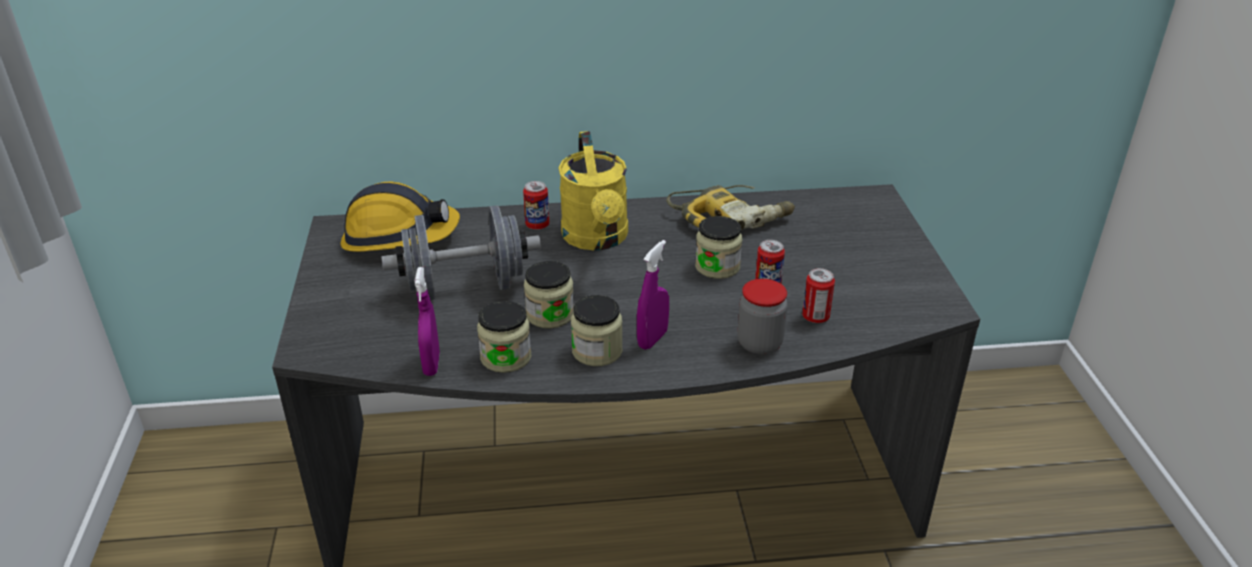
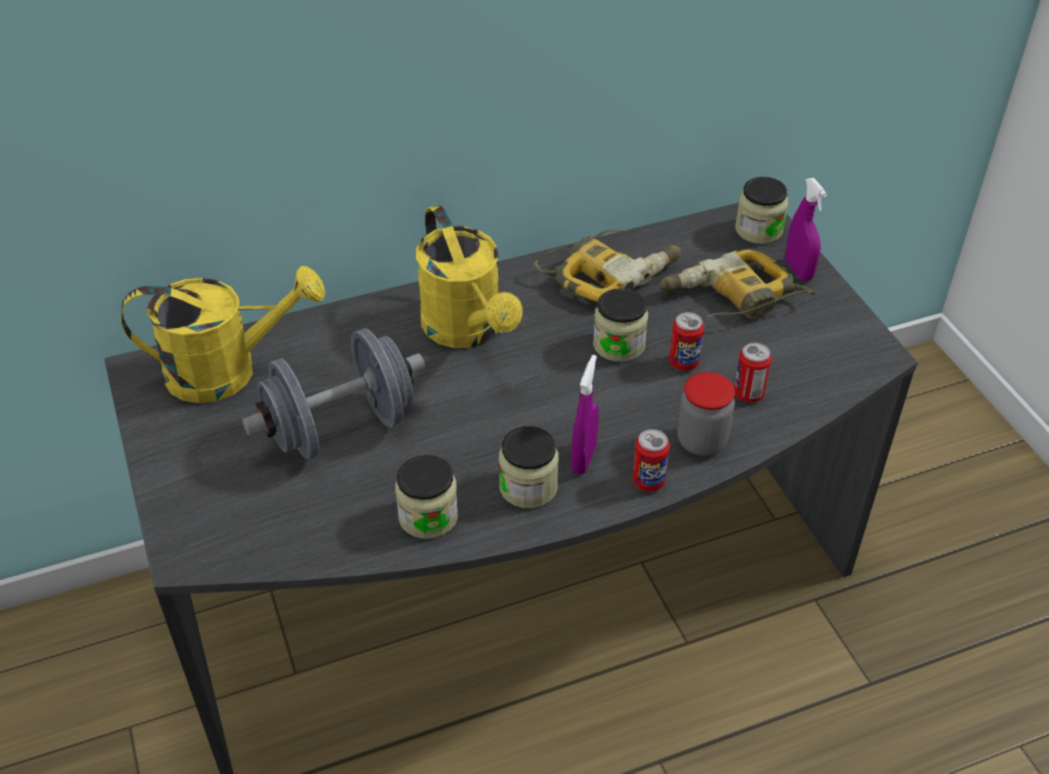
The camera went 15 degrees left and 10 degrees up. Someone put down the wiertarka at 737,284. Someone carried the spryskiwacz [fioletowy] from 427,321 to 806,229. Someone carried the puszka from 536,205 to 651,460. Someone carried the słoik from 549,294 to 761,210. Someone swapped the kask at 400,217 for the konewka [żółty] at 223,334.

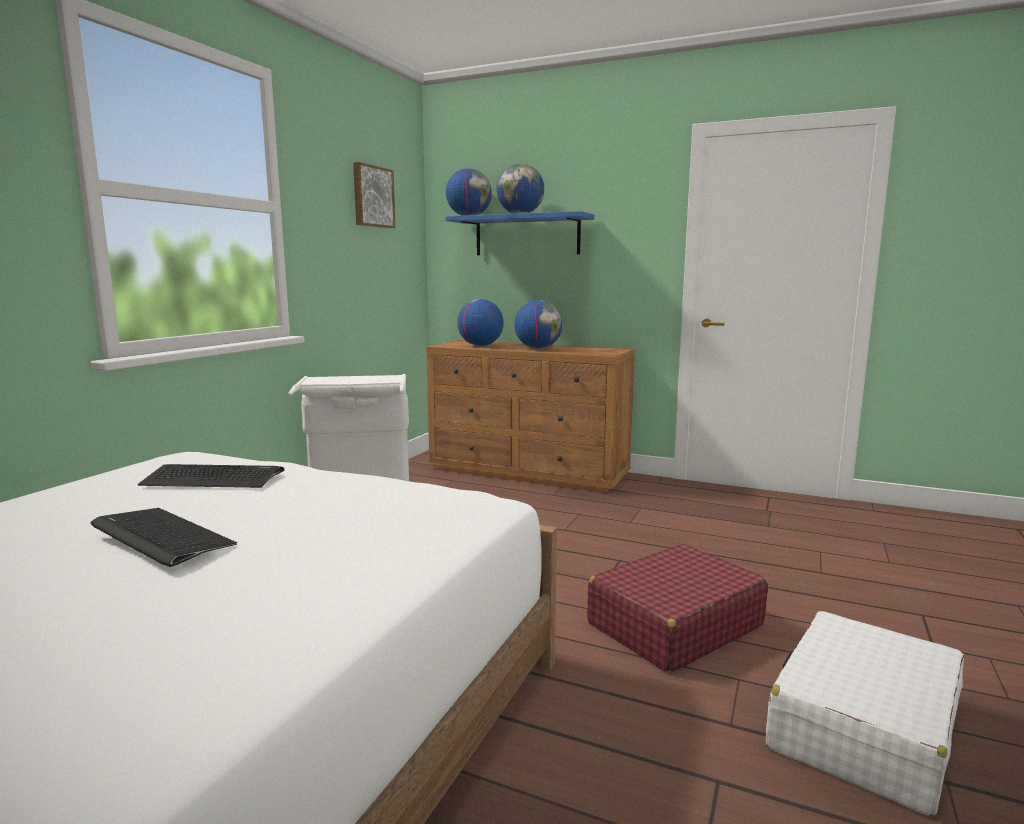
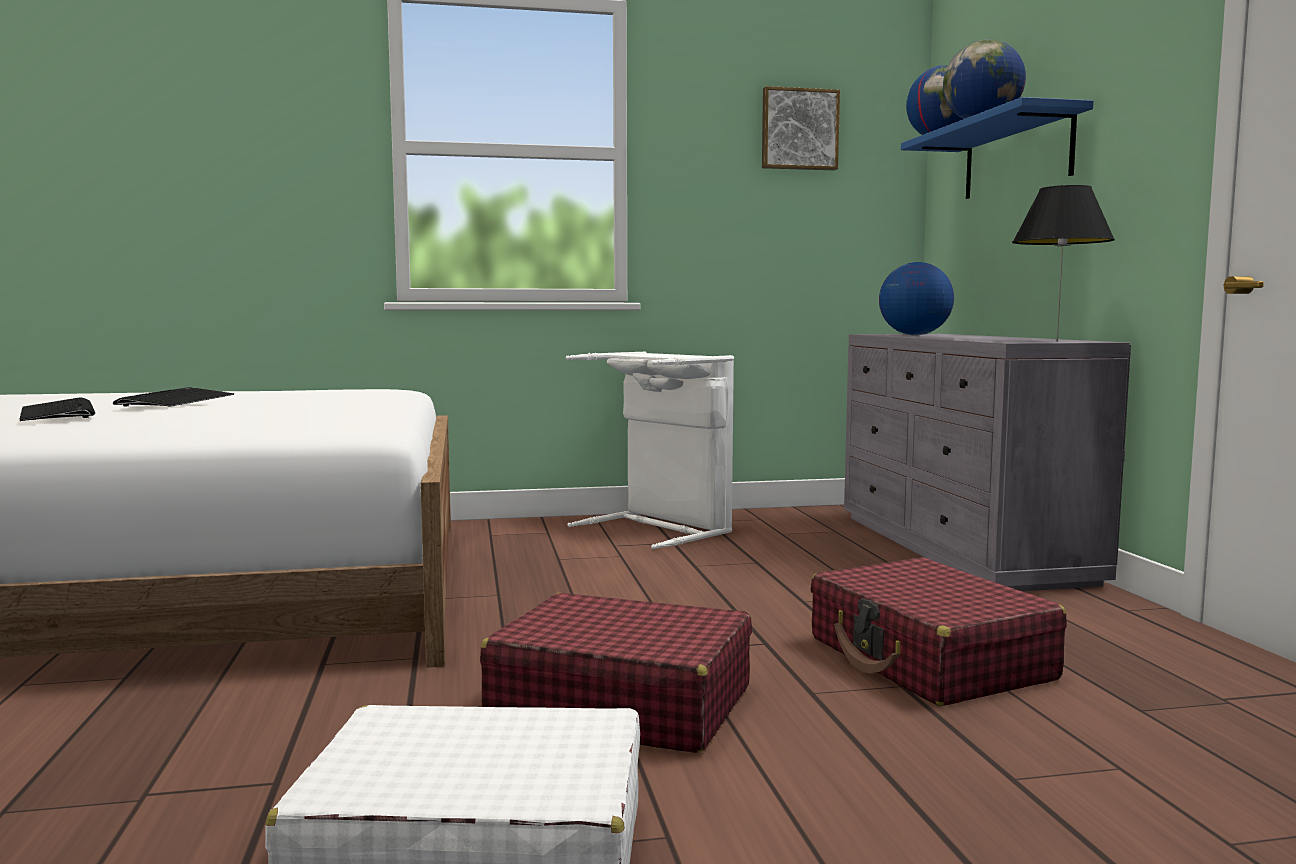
The camera went 55 degrees right and 5 degrees down. Someone took away the globus at 538,324. Someone put down the walizka [czerwony] at 939,631. Someone put down the lampa stołowa [czarny] at 1063,263. Someone carried the klawiatura from 211,476 to 57,409. Someone repainted the komoda [brązowy] at 530,416, which became the komoda [szary] at 987,462.

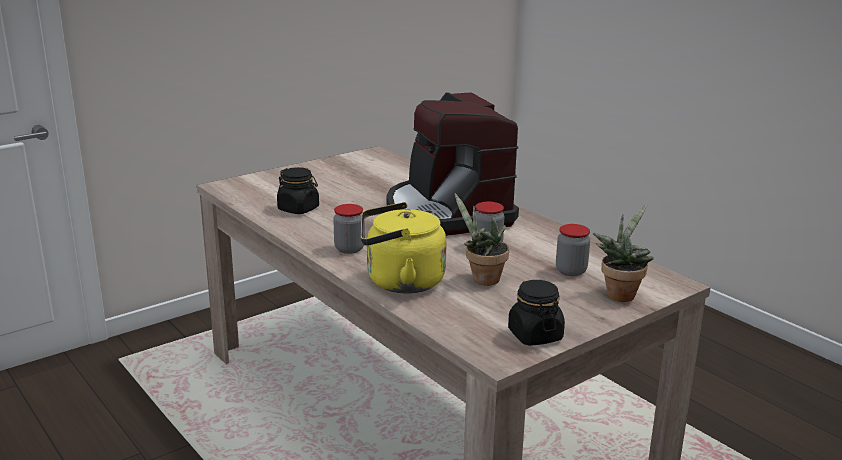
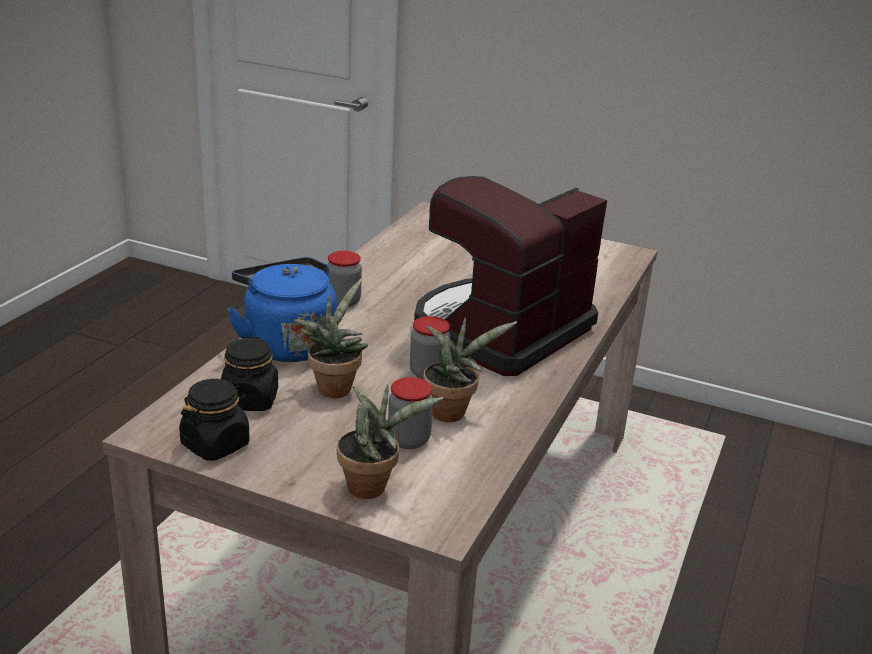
The camera went 60 degrees right and 5 degrees up. Someone put down the roślina doniczkowa at 470,369. Someone carried the słoik [czarny] from 298,190 to 249,373. Someone repainted the czajnik [żółty] at 404,247, which became the czajnik [niebieski] at 282,309.

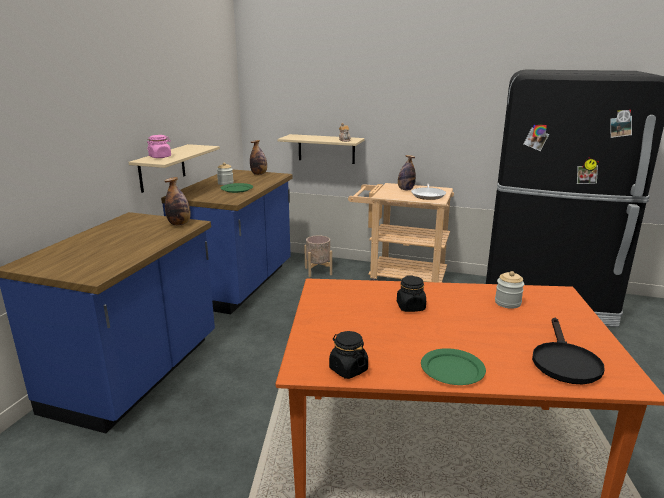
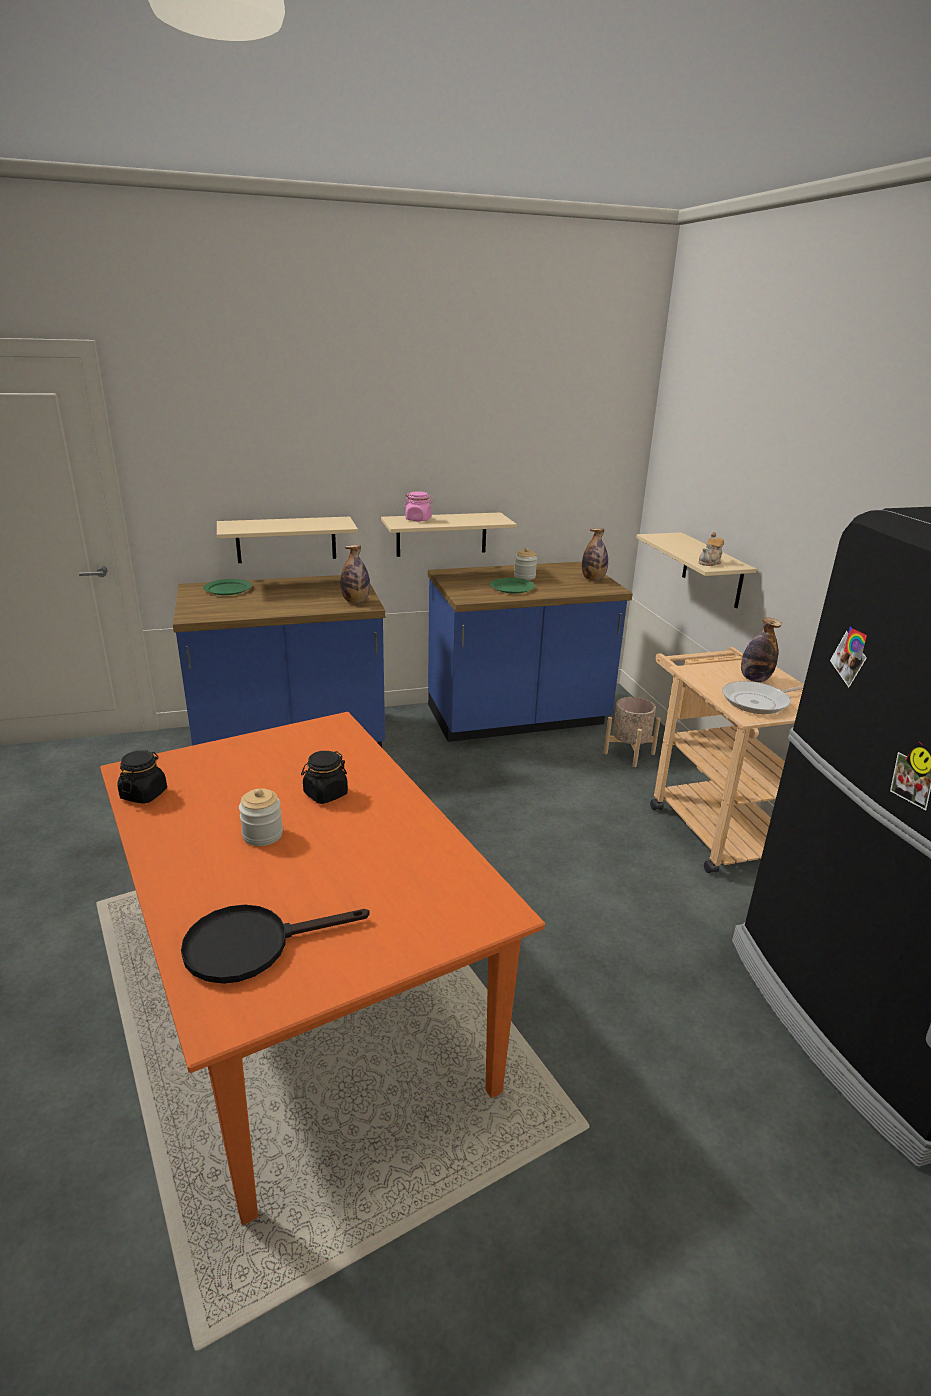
The camera went 55 degrees right and 5 degrees up. Someone put up the półka [beżowy] at 287,540. Someone carried the talerz [zielony] from 453,366 to 227,587. Someone carried the słoik from 509,290 to 261,817.

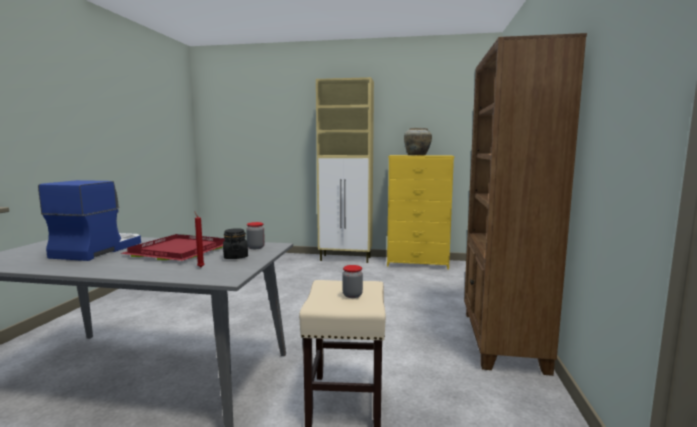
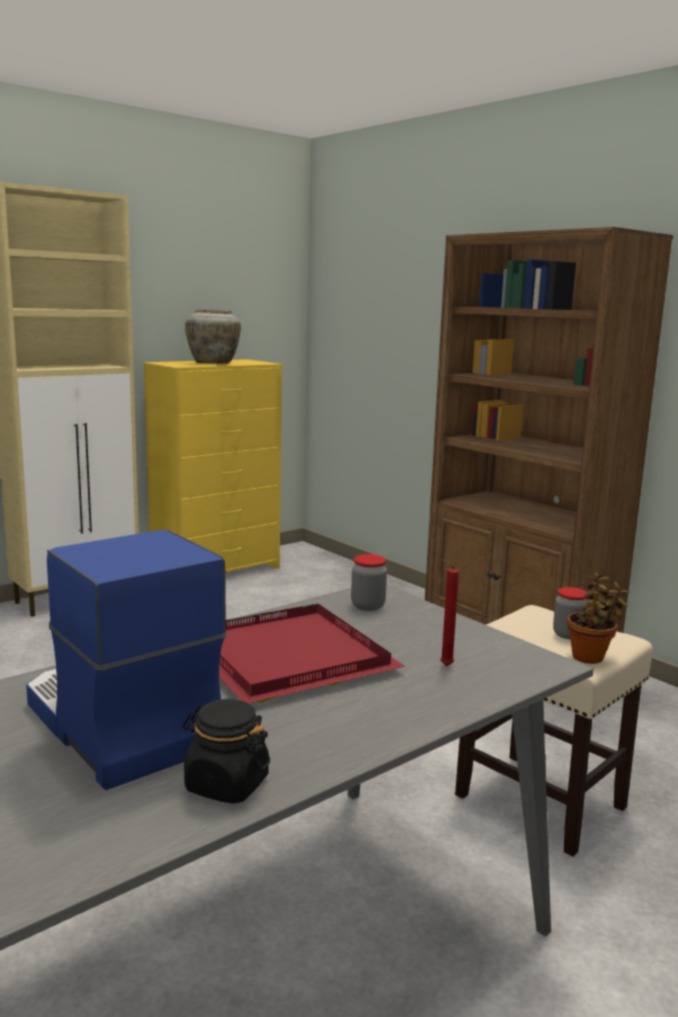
The camera went 50 degrees left and 5 degrees up. Someone put down the roślina doniczkowa at 598,618. Someone carried the słoik [czarny] from 235,243 to 226,751.

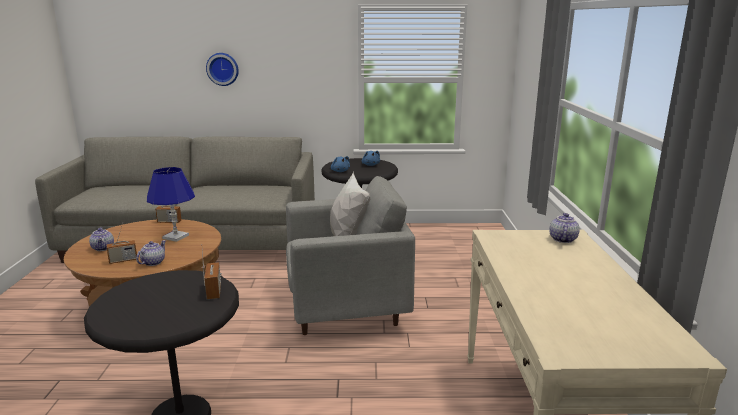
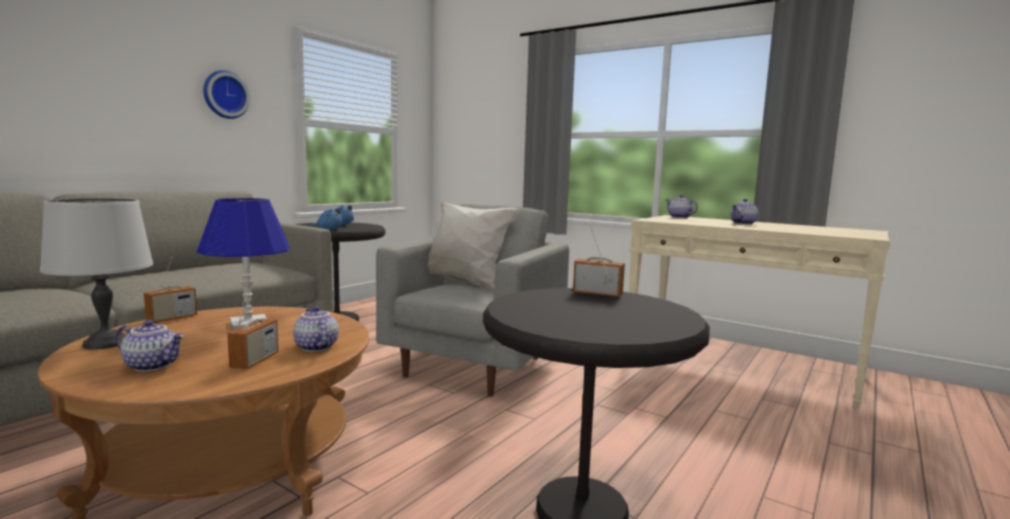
The camera went 55 degrees left and 10 degrees down. Someone put down the lampa stołowa [szary] at 96,274. Someone put down the imbryk at 744,212. Someone carried the zegar ścienny from 222,69 to 226,94.

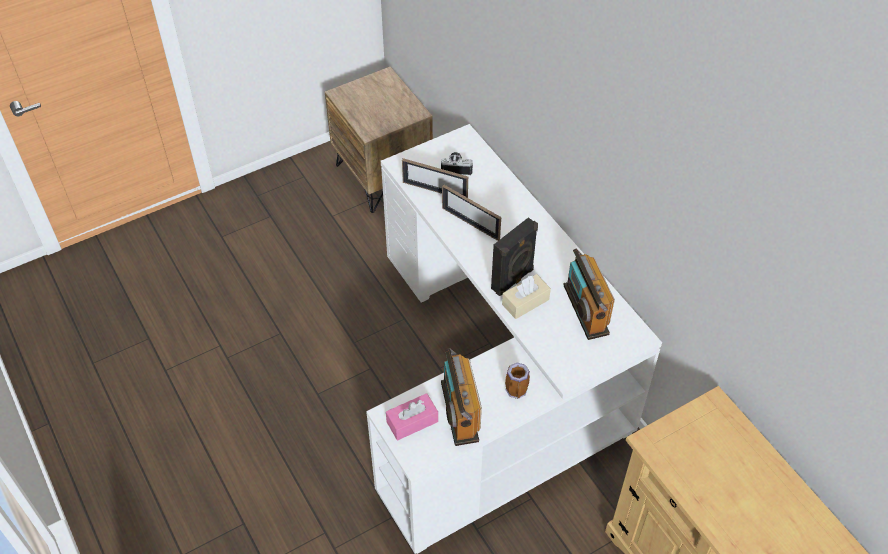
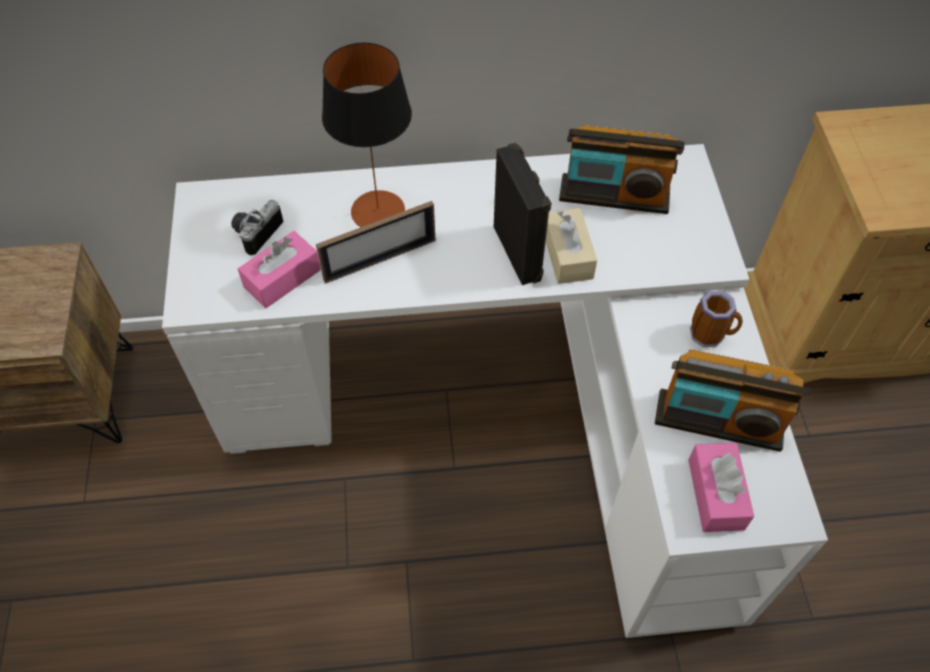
The camera went 65 degrees left and 5 degrees up. Someone put down the lampa stołowa at 367,135. Someone swapped the ramka na zdjęcie at 435,178 for the pudełko chusteczek [różowy] at 279,269.

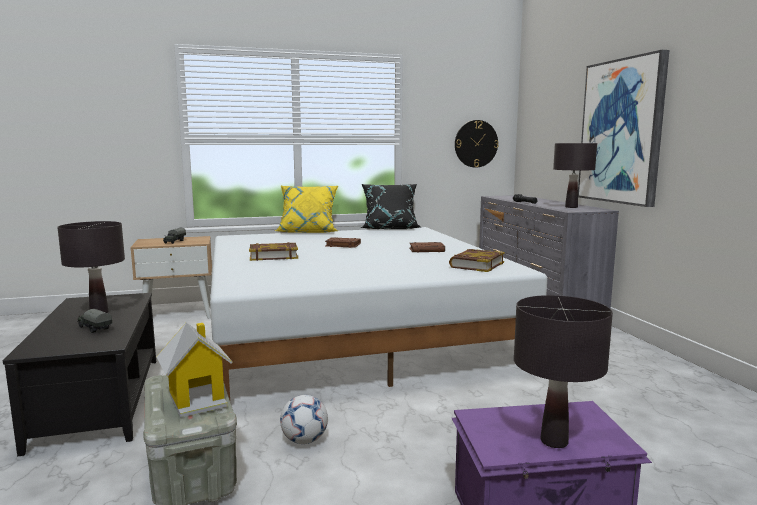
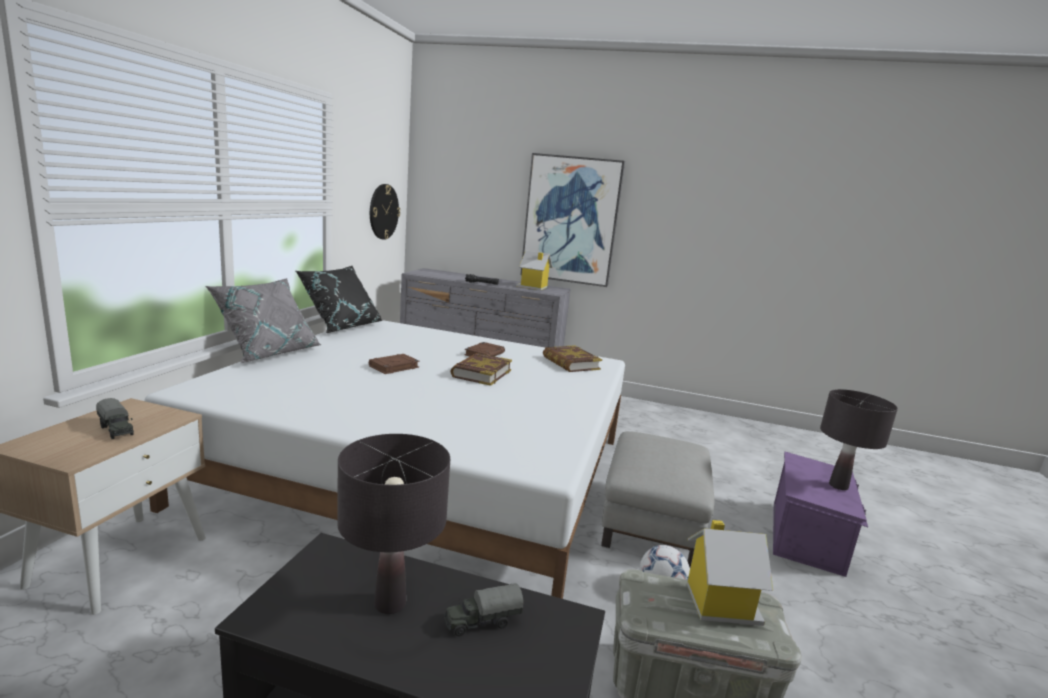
The camera went 60 degrees left and 5 degrees up. Someone put down the pufa [szary] at 658,499. Someone carried the książka from 273,251 to 481,369. Someone swapped the lampa stołowa [czarny] at 575,175 for the domek at 534,270. Someone repainted the poduszka [żółty] at 306,209, which became the poduszka [szary] at 263,320.

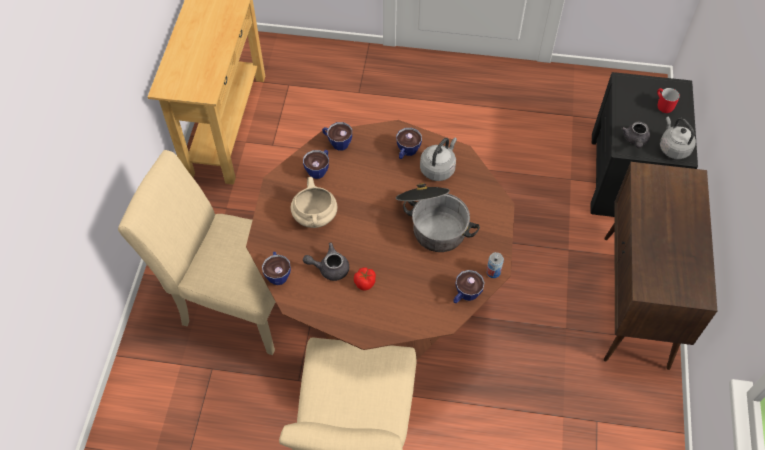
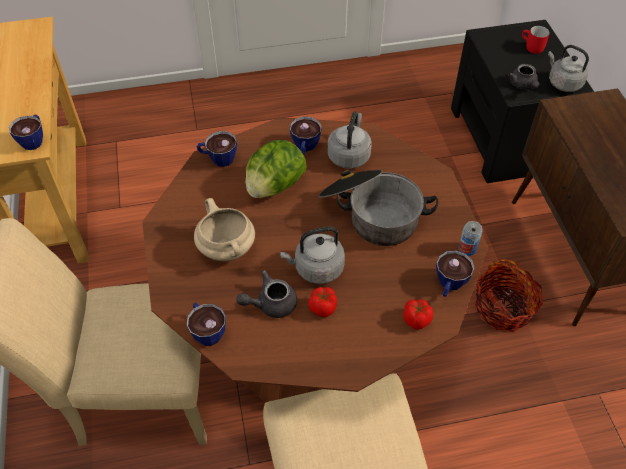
The camera went 20 degrees left and 5 degrees down. Someone put down the sałata at 276,169. Someone put down the czajnik [szary] at 312,255. Someone put down the pomidor at 418,314. Someone put down the koszyk at 509,295. Someone carried the filiżanka from 316,164 to 26,132.

